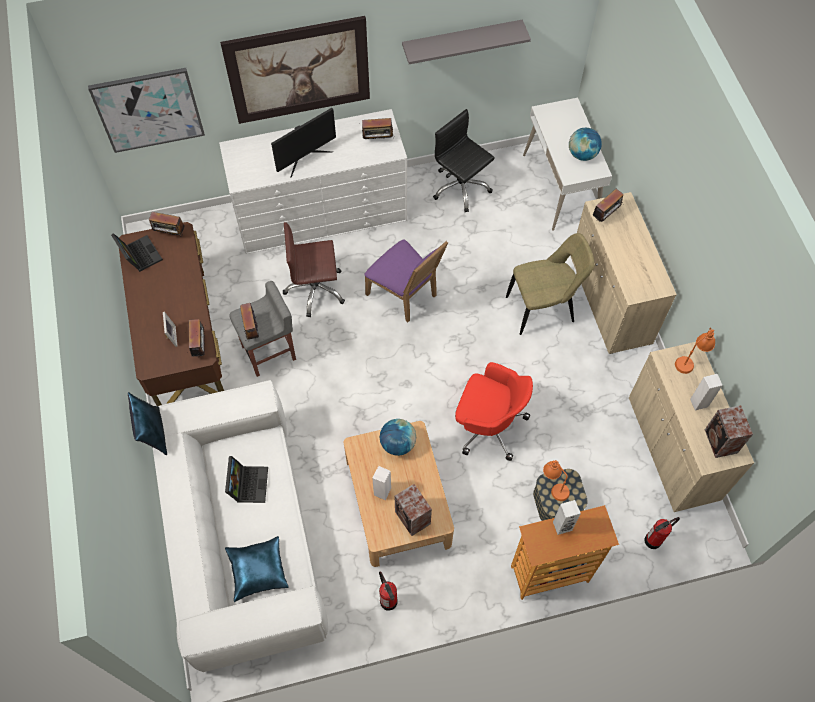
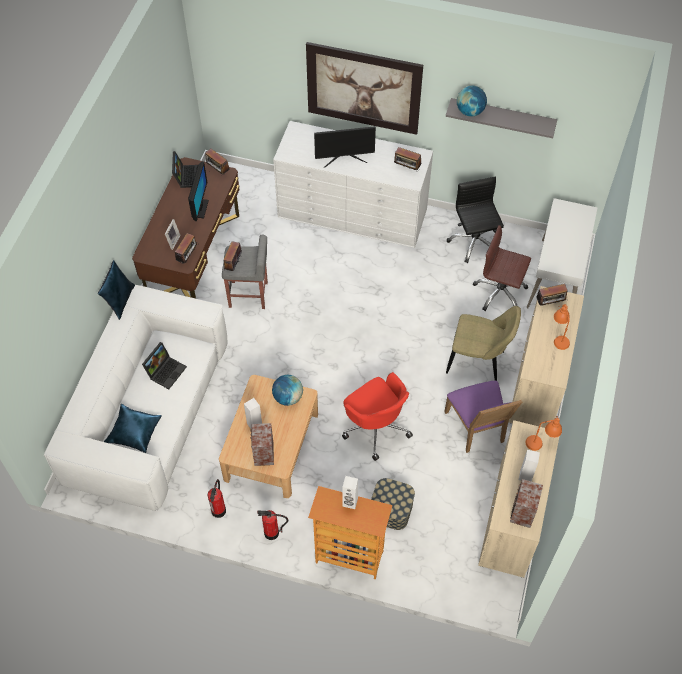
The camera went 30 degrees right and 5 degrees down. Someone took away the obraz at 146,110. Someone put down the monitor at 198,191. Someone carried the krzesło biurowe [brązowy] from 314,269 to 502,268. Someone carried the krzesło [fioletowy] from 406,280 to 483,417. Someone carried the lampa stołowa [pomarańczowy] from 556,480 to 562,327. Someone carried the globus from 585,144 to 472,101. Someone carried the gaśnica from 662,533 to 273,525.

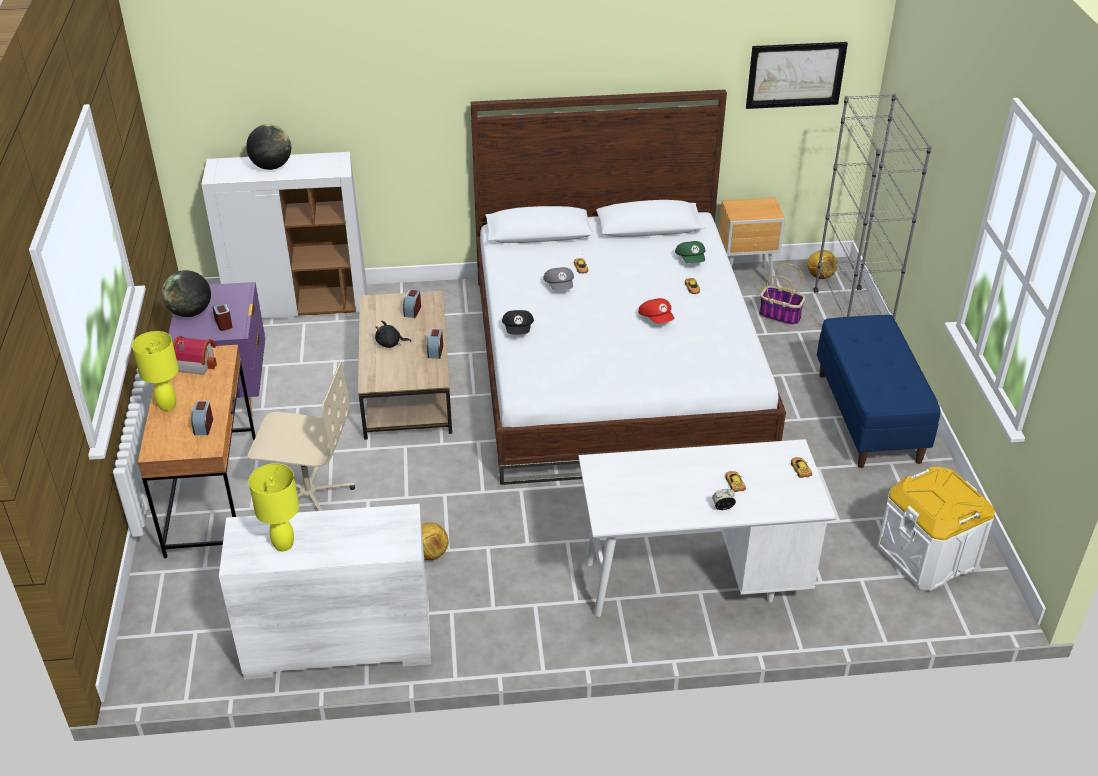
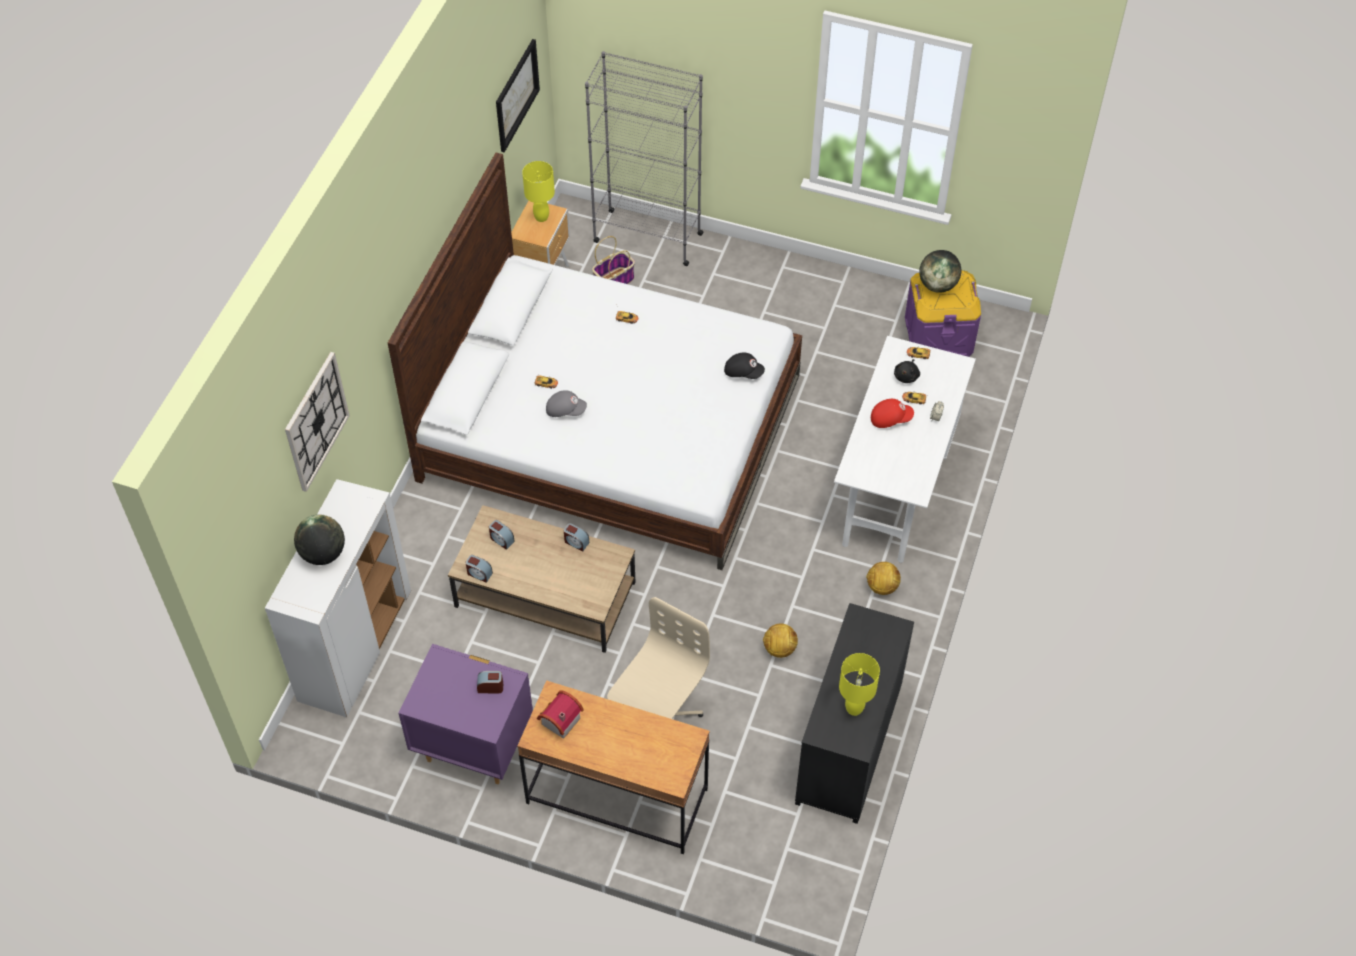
The camera went 65 degrees left and 15 degrees up. Someone took away the czapka z daszkiem [zielony] at 690,252. Someone took away the ławka [niebieski] at 878,391. Someone put up the zegar ścienny at 317,422. Someone carried the lampa stołowa [żółty] from 155,371 to 538,191. Someone carried the globus from 186,293 to 940,271. Someone carried the budzik from 202,418 to 479,569. Someone carried the pluszak [czarny] from 393,334 to 907,371. Someone carried the czapka z daszkiem [czarny] from 518,322 to 744,366. Someone carried the czapka z daszkiem [czerwony] from 656,310 to 892,413. Someone carried the piłka futbolowa from 822,264 to 883,578. Someone repainted the komoda [biały] at 325,592, which became the komoda [czarny] at 854,713. Someone repainted the pojemnik do przechowywania [biały] at 935,529, which became the pojemnik do przechowywania [fioletowy] at 943,313.

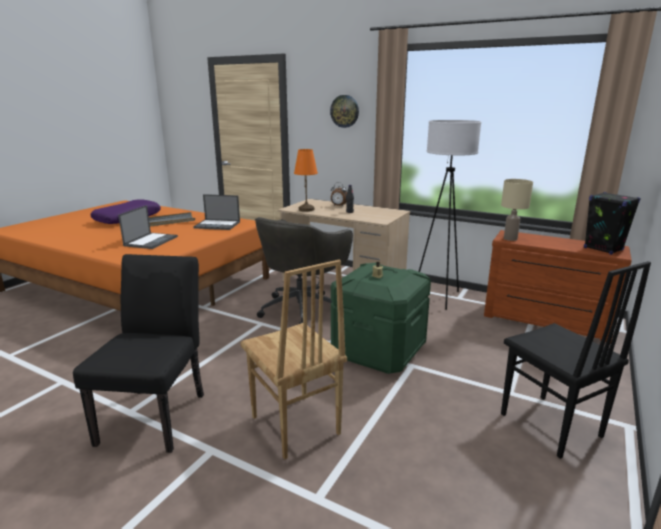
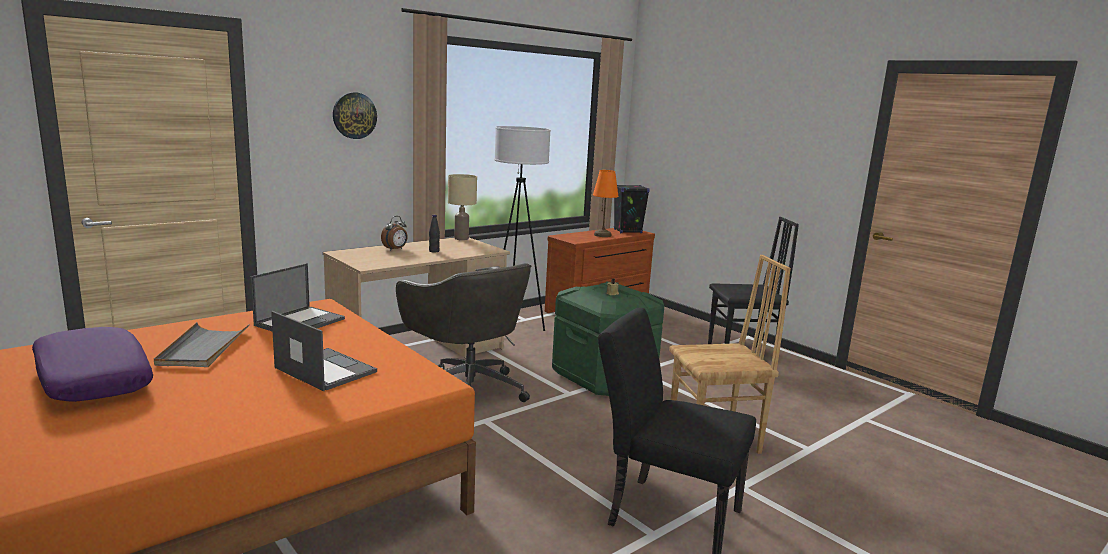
The camera went 70 degrees left and 5 degrees down. Someone carried the lampa stołowa [pomarańczowy] from 306,180 to 606,203. Someone carried the lampa stołowa [beżowy] from 517,210 to 462,207.

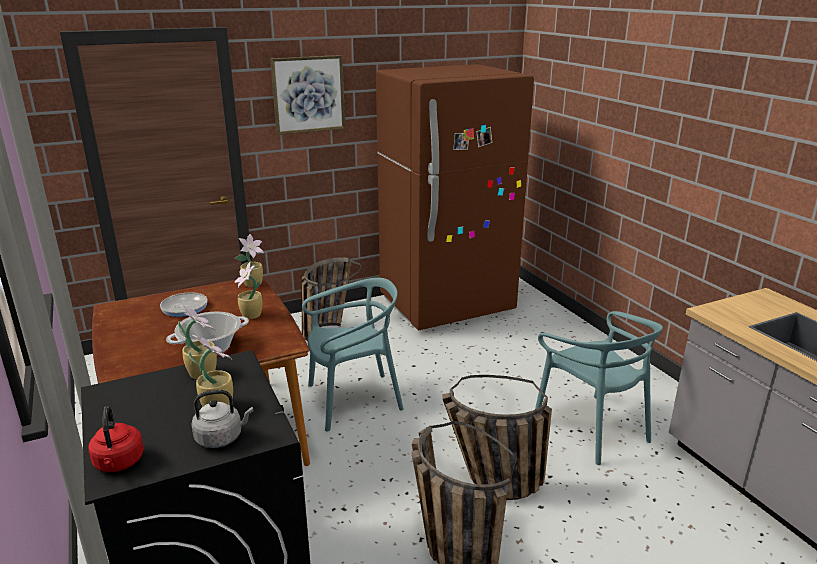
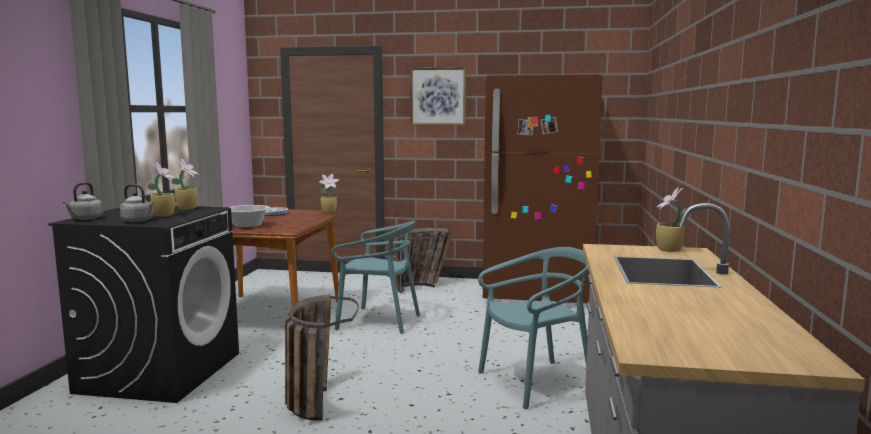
The camera went 35 degrees right and 15 degrees down. Someone took away the koszyk at 497,437. Someone carried the roślina doniczkowa from 248,290 to 671,219. Someone repainted the czajnik [czerwony] at 116,439, which became the czajnik [szary] at 83,201. Someone rotated the krzesło [turkusowy] at 599,388 by 120 degrees counterclockwise.

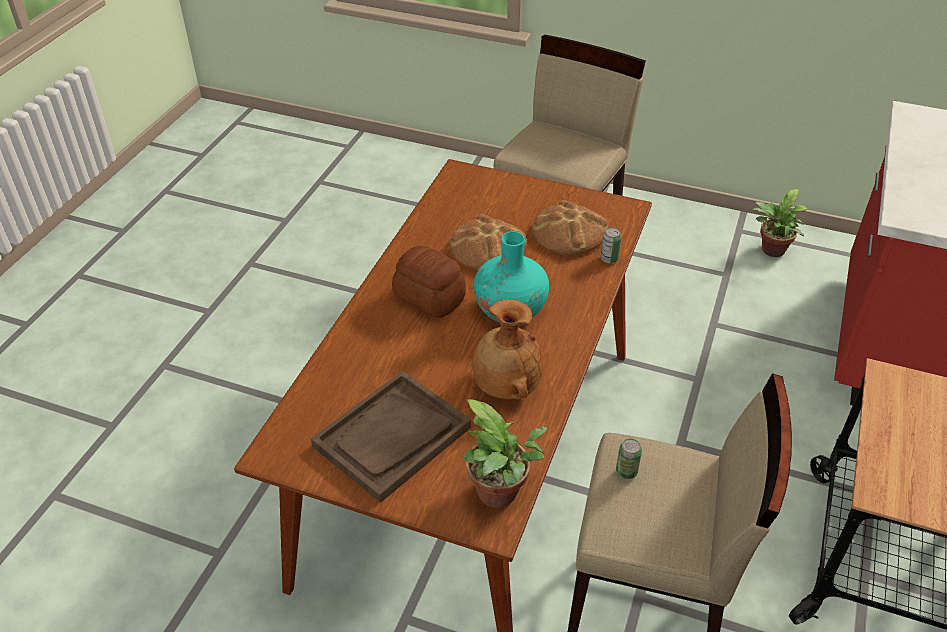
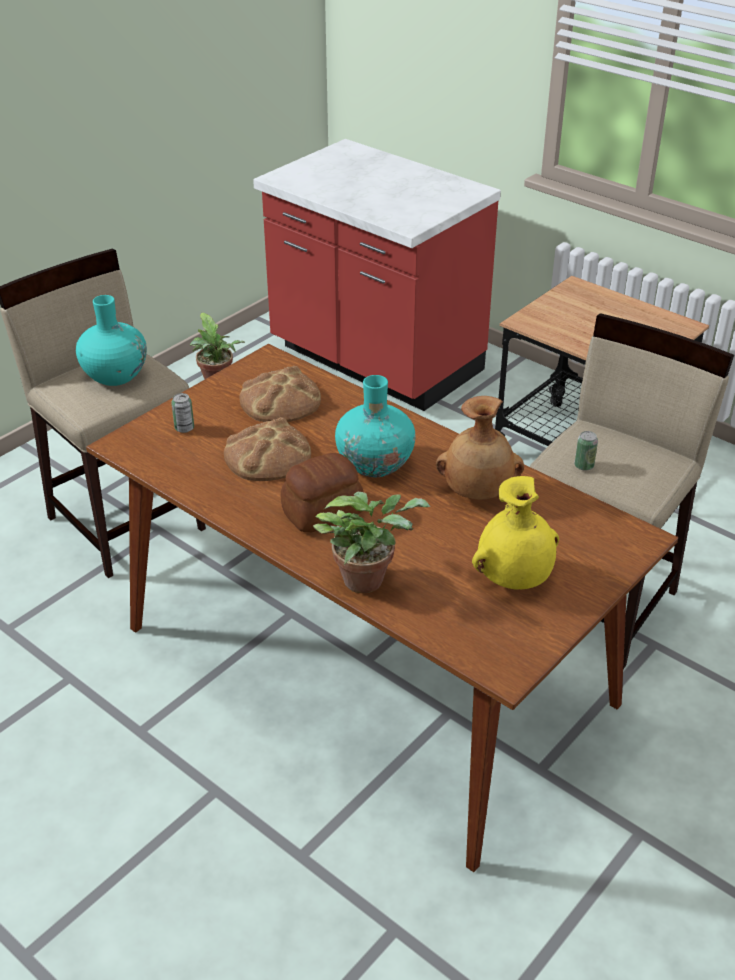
The camera went 70 degrees left and 5 degrees down. Someone put down the wazon [turkusowy] at 111,340. Someone carried the roślina doniczkowa from 505,453 to 371,542. Someone carried the puszka from 611,245 to 182,413. Someone swapped the taca [brązowy] at 391,437 for the wazon [żółty] at 515,533.

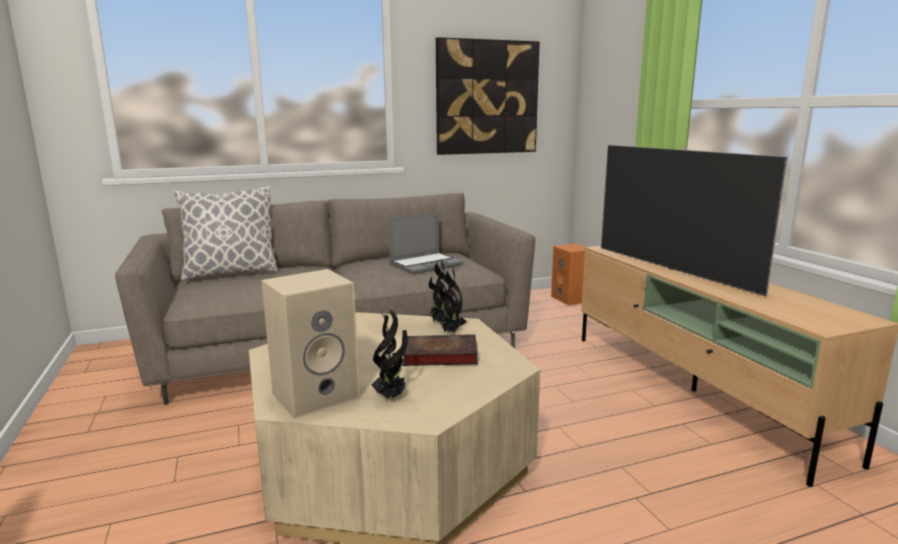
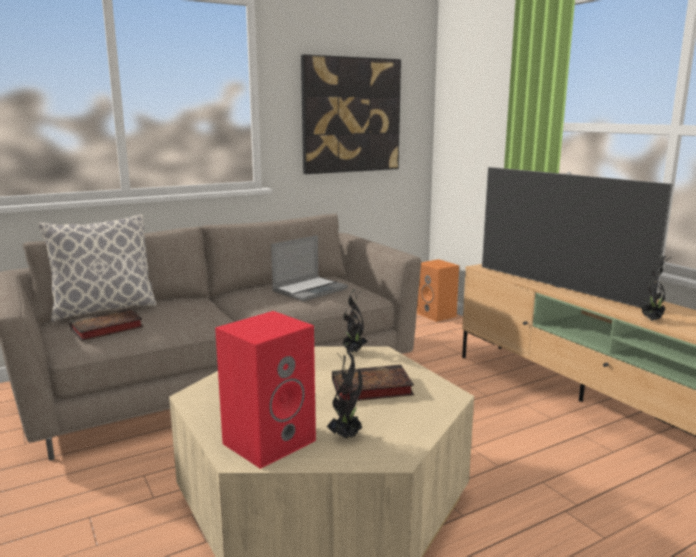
The camera went 10 degrees left and 0 degrees up. Someone put down the książka at 106,324. Someone carried the roślina doniczkowa from 453,299 to 656,288. Someone repainted the głośnik [beżowy] at 310,344, which became the głośnik [czerwony] at 265,390.

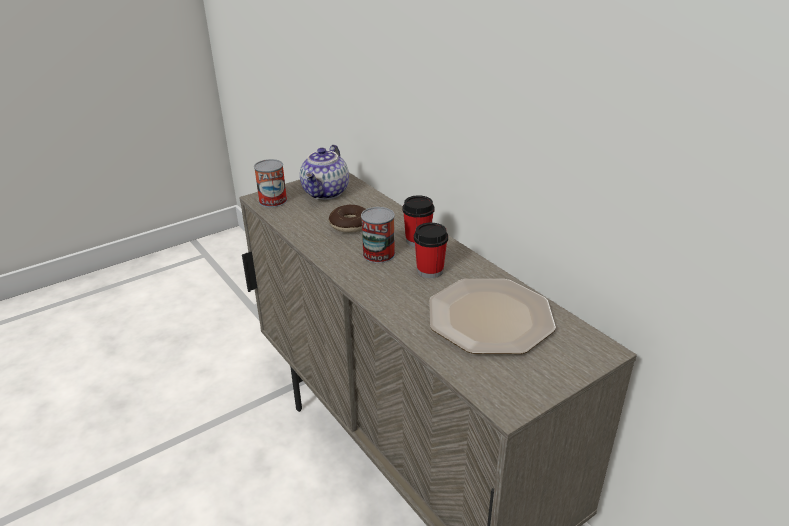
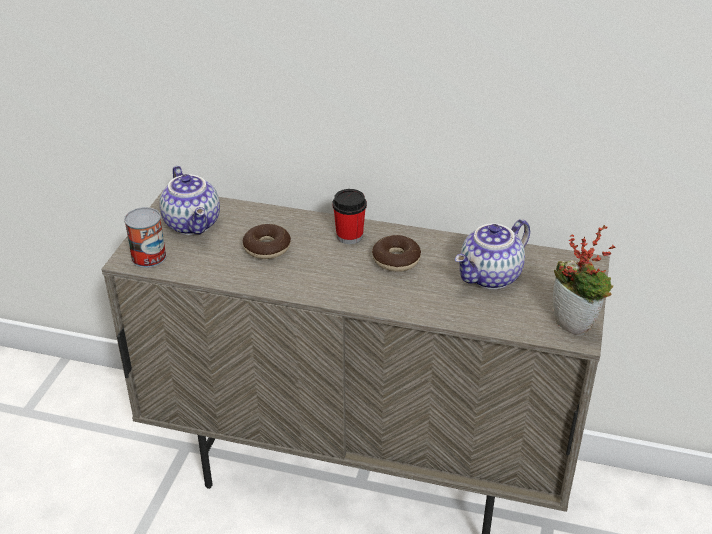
The camera went 40 degrees left and 5 degrees up. Someone took away the puszka at 378,235. Someone put down the roślina doniczkowa at 584,280. Someone swapped the filiżanka at 431,250 for the donut at 396,253. Someone swapped the talerz at 492,316 for the imbryk at 492,254.

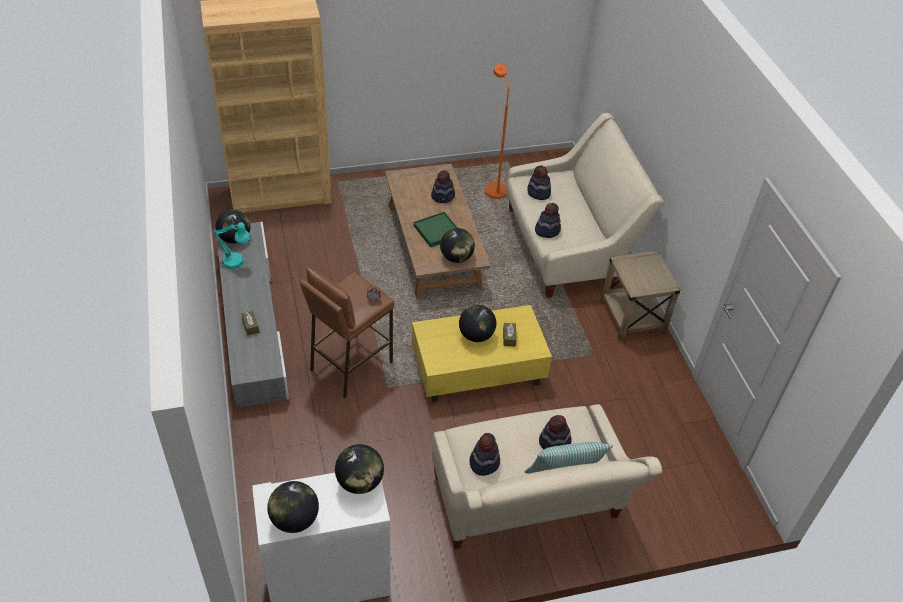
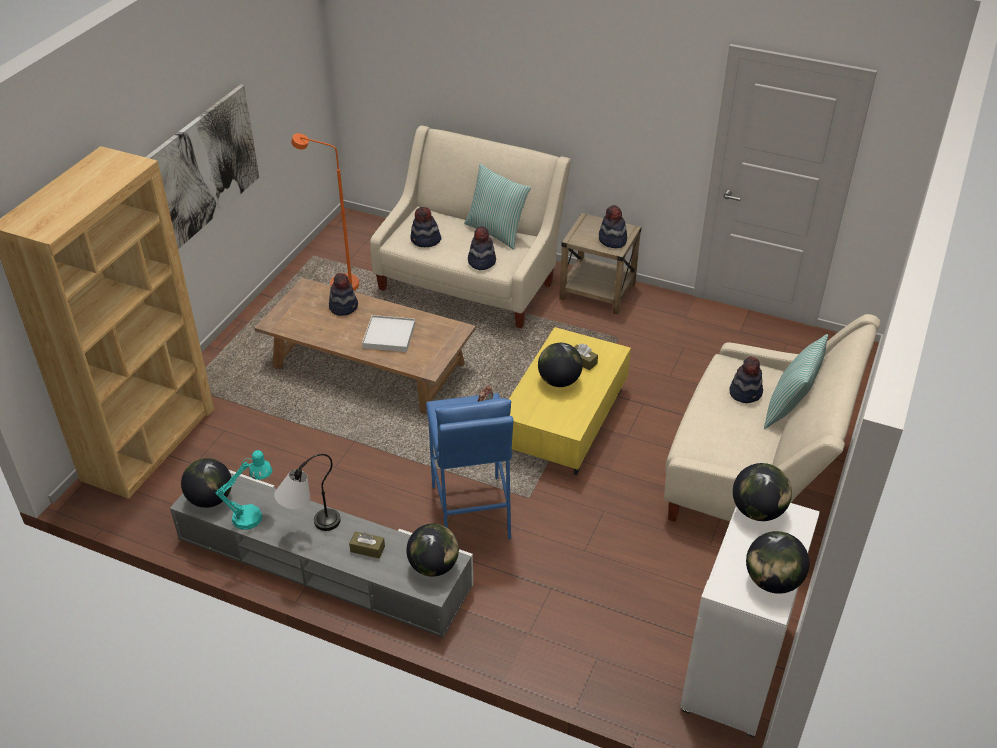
The camera went 50 degrees left and 5 degrees down. Someone put up the obraz at 202,166. Someone put down the lampa stołowa at 307,492. Someone put down the poduszka at 497,206. Someone carried the globus from 457,245 to 432,550. Someone carried the kapelusz from 484,454 to 613,226. Someone repainted the stołek [brązowy] at 347,333, which became the stołek [niebieski] at 469,466. Someone repainted the taca [zielony] at 435,229, which became the taca [biały] at 388,333.

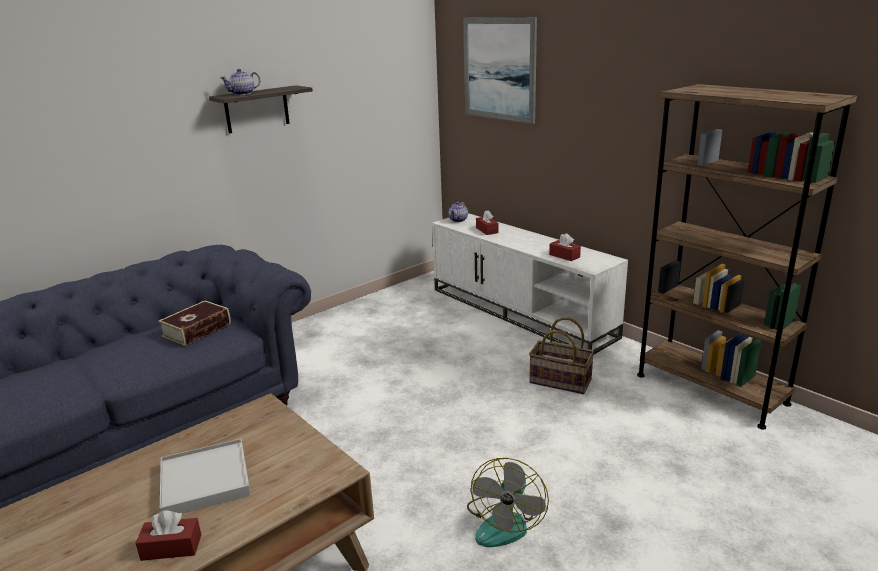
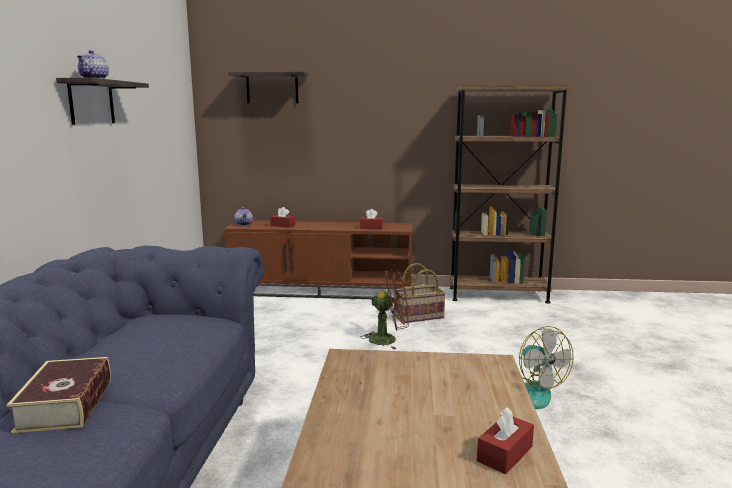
The camera went 45 degrees left and 10 degrees down. Someone took away the taca [biały] at 205,476. Someone put down the wentylator [brązowy] at 384,309. Someone carried the książka from 194,323 to 59,395. Someone swapped the obraz at 500,70 for the półka at 268,87. Someone repainted the szafka pod telewizor [biały] at 530,284, which became the szafka pod telewizor [brązowy] at 318,260.

